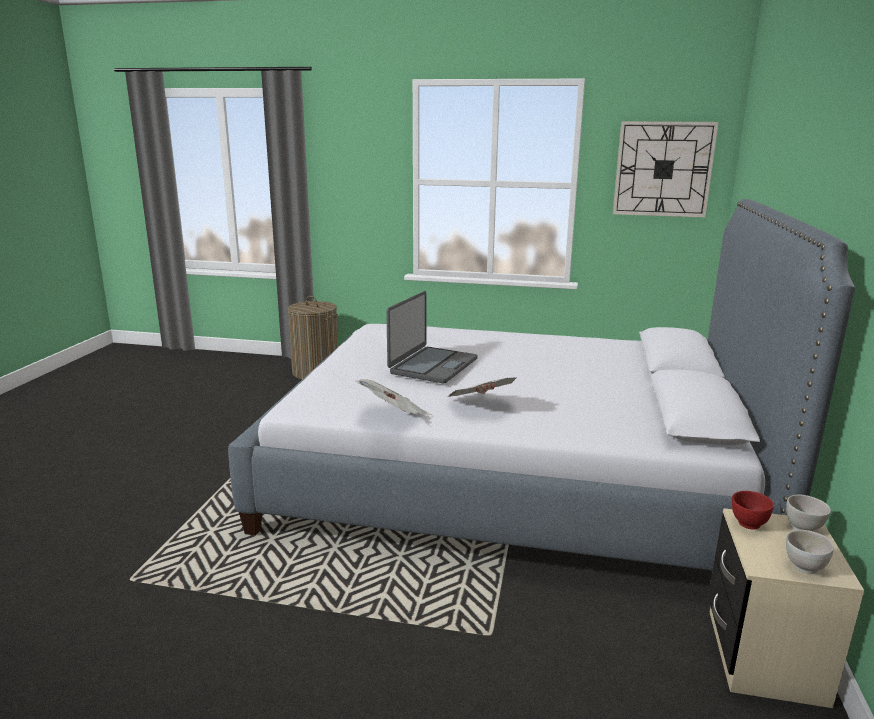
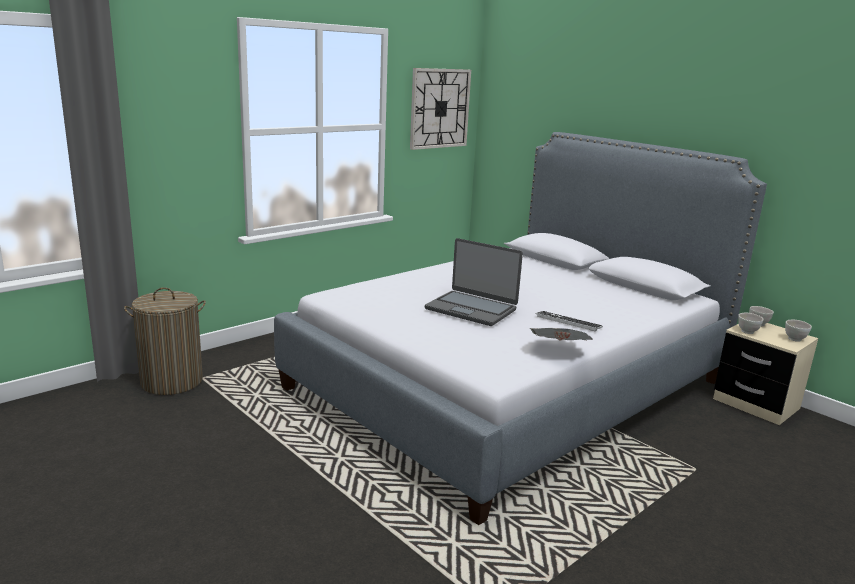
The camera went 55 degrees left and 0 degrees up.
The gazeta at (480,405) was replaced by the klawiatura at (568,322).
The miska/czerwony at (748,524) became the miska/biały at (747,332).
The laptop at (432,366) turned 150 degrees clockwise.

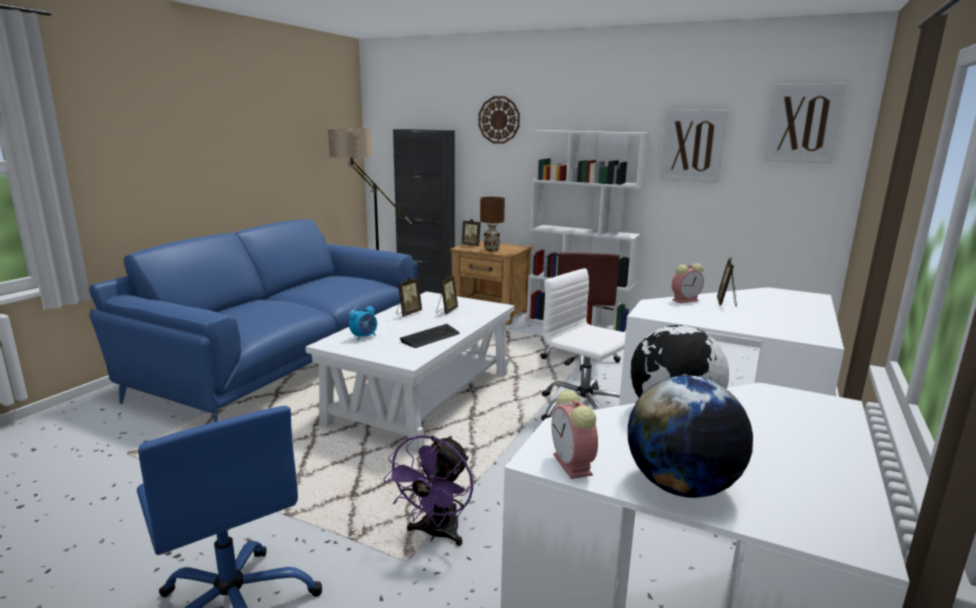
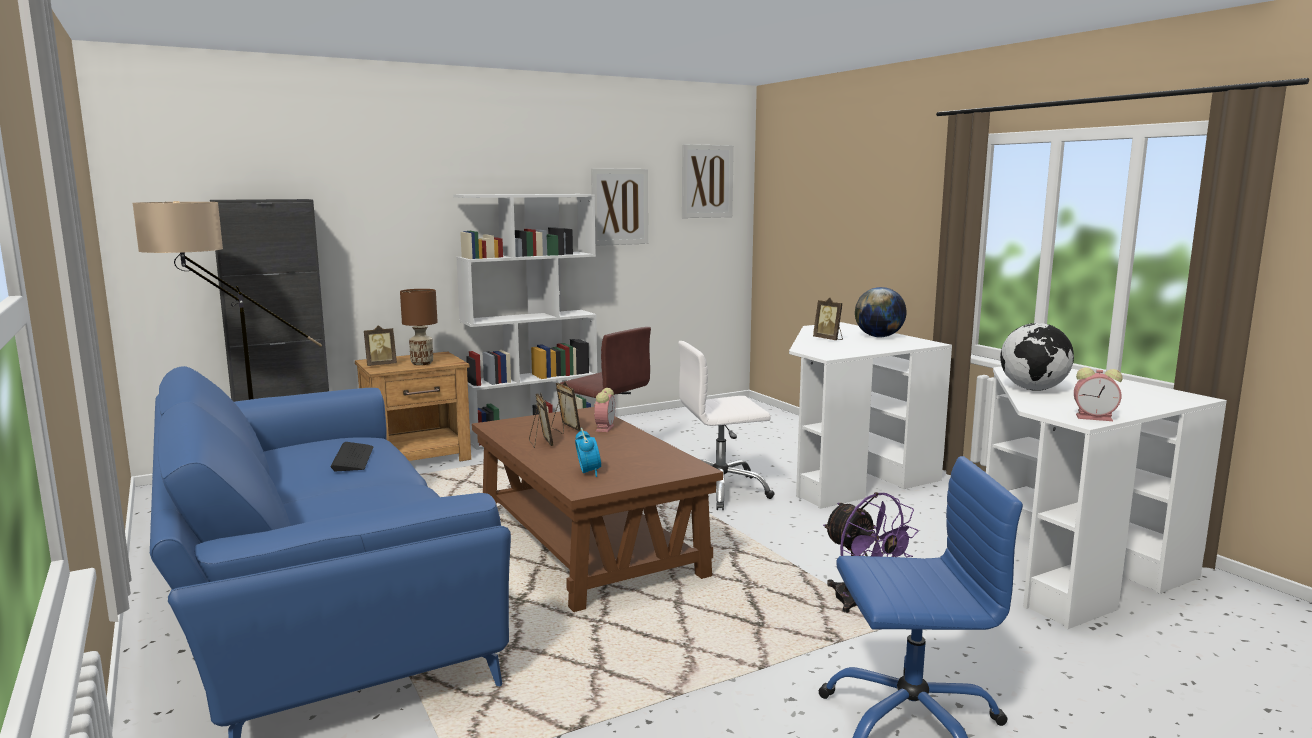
The camera went 55 degrees left and 5 degrees down.
The zegar ścienny at (499,120) disappeared.
The klawiatura moved from (430,337) to (353,458).
The globus moved from (681,486) to (879,337).
The budzik moved from (686,300) to (604,428).
The ława/biały at (422,397) became the ława/brązowy at (586,545).

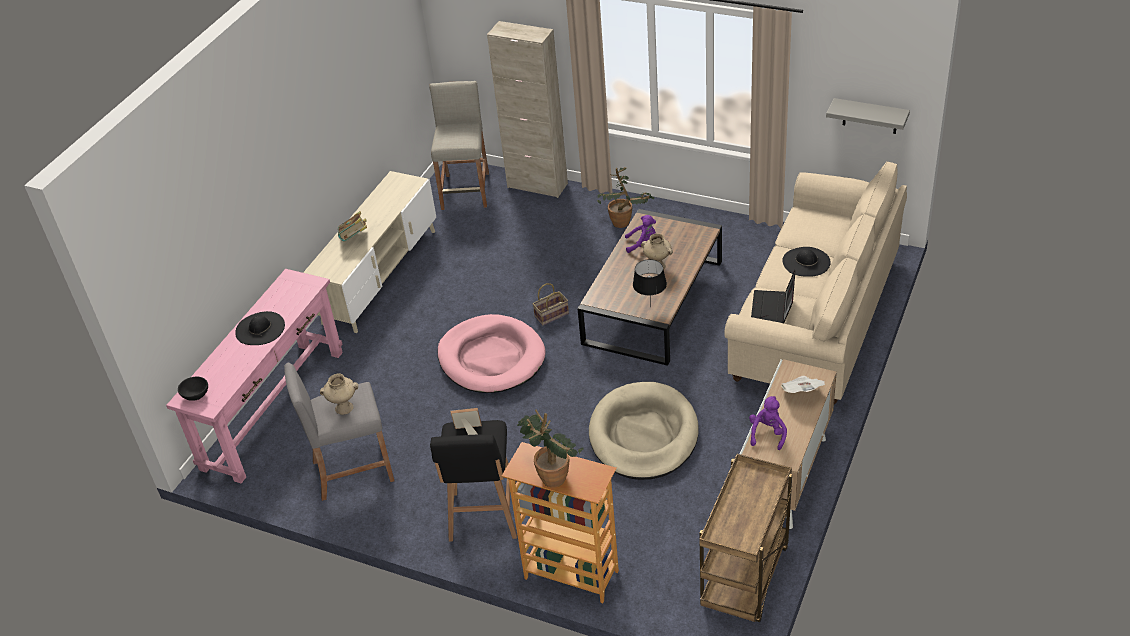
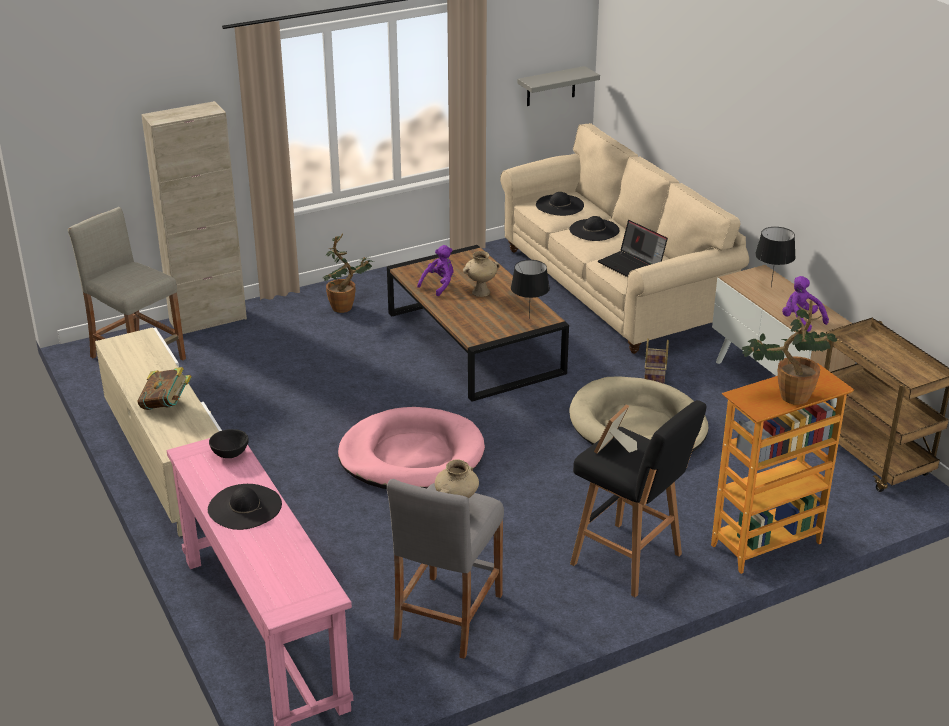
The camera went 55 degrees left and 10 degrees down.
The kapelusz/czarny at (559,205) appeared.
The miska/czarny moved from (196,395) to (229,454).
The koszyk moved from (551,316) to (655,378).
The gazeta at (802,392) was replaced by the lampa stołowa/czarny at (770,287).

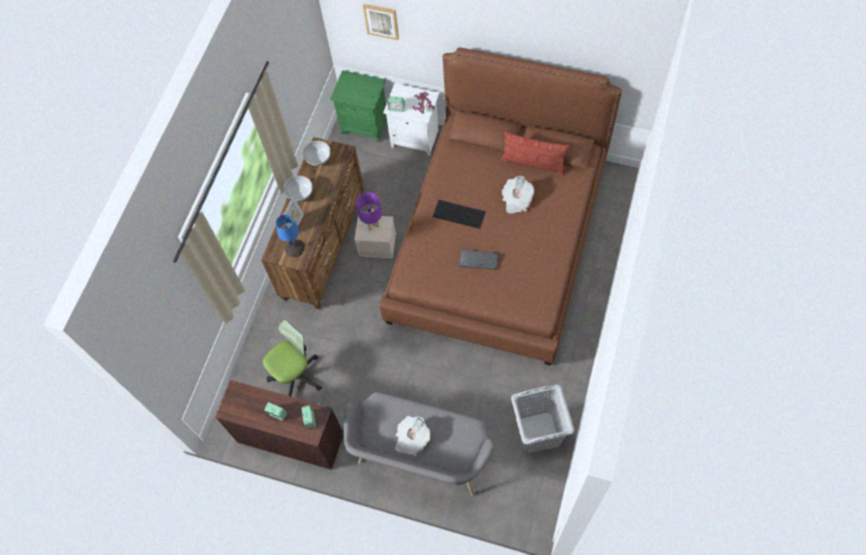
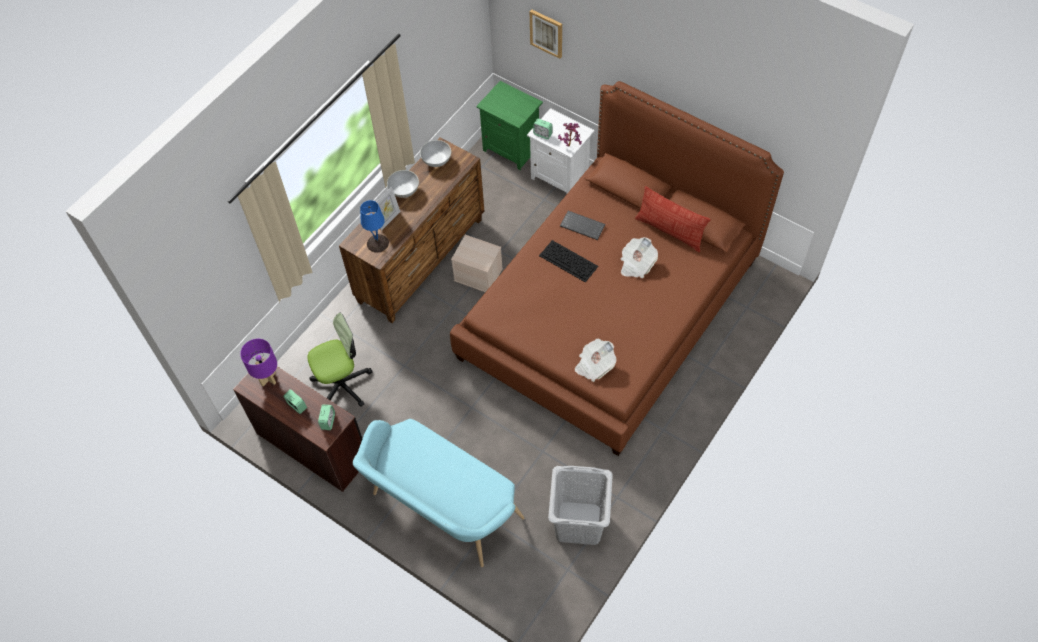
The camera went 15 degrees right and 5 degrees down.
The lampa stołowa/fioletowy moved from (372,225) to (268,379).
The gazeta moved from (411,439) to (594,365).
The klawiatura moved from (479,259) to (583,225).
The ławka/szary at (421,458) became the ławka/turkusowy at (441,509).

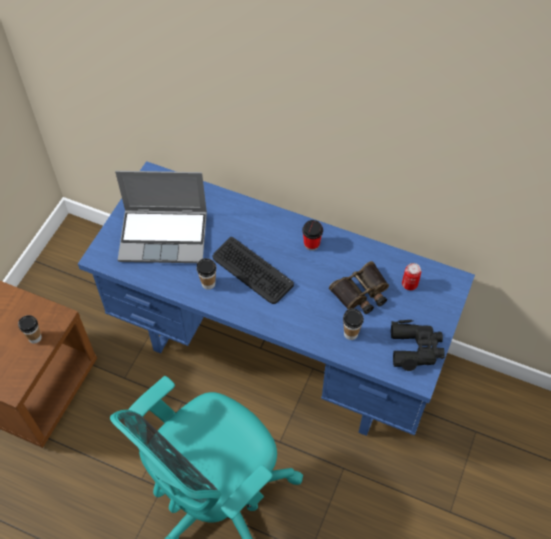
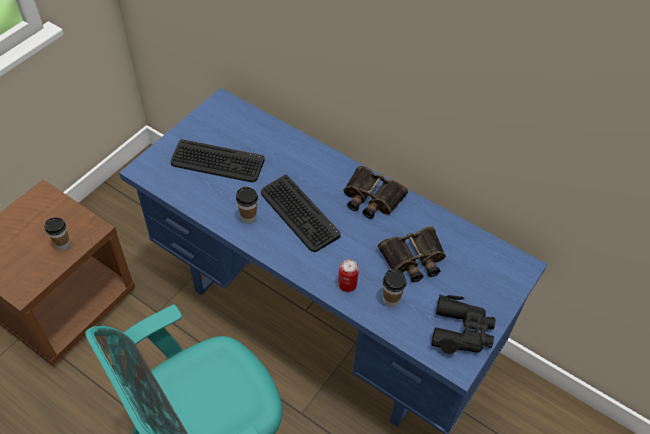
The camera went 10 degrees right and 5 degrees down.
The puszka moved from (409,284) to (347,285).
The laptop at (165,236) was replaced by the klawiatura at (217,162).
The filiżanka at (311,244) was replaced by the lornetka at (371,198).

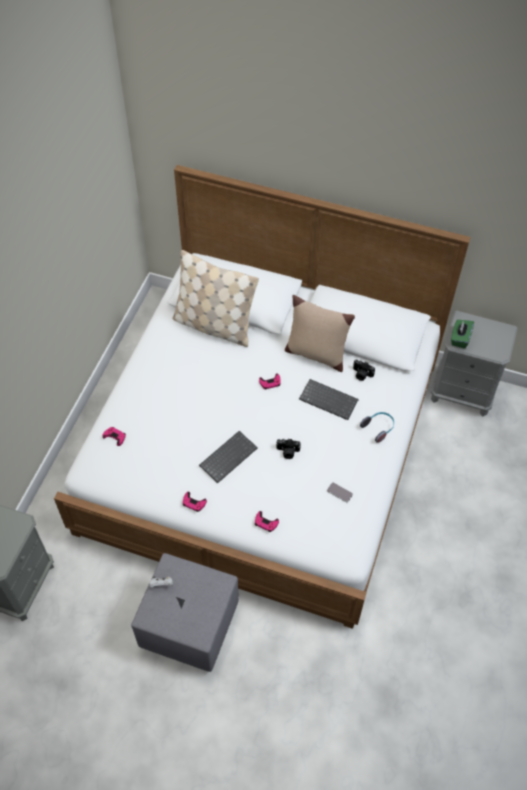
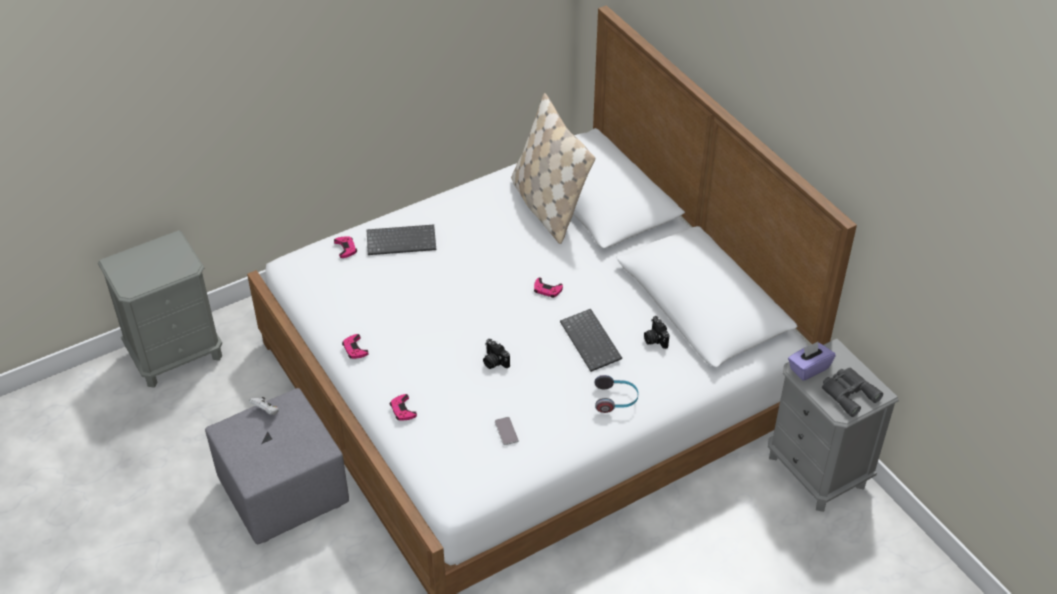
The camera went 40 degrees right and 10 degrees down.
The poduszka/beżowy at (315,353) disappeared.
The lornetka/szary at (848,393) appeared.
The klawiatura moved from (228,456) to (402,240).
The pudełko chusteczek/zielony at (460,338) became the pudełko chusteczek/fioletowy at (808,368).

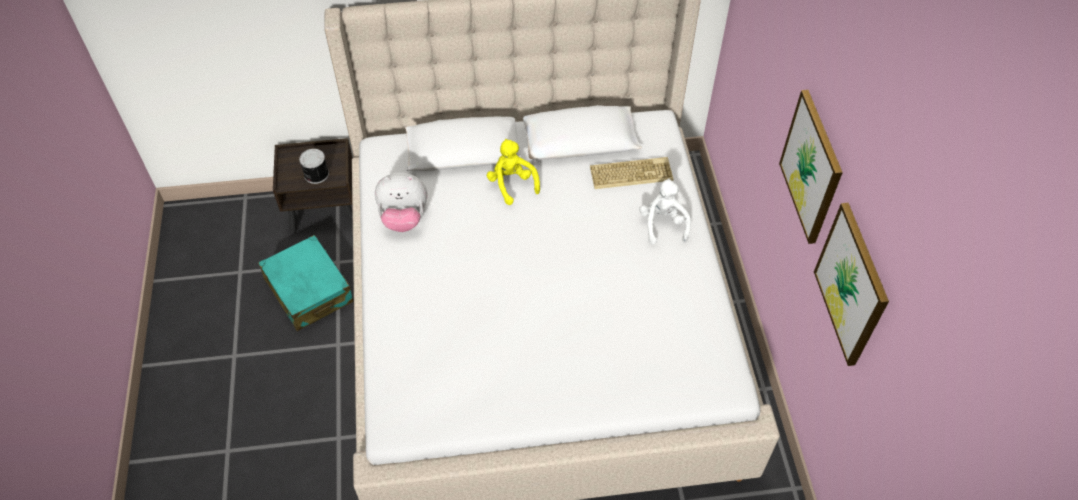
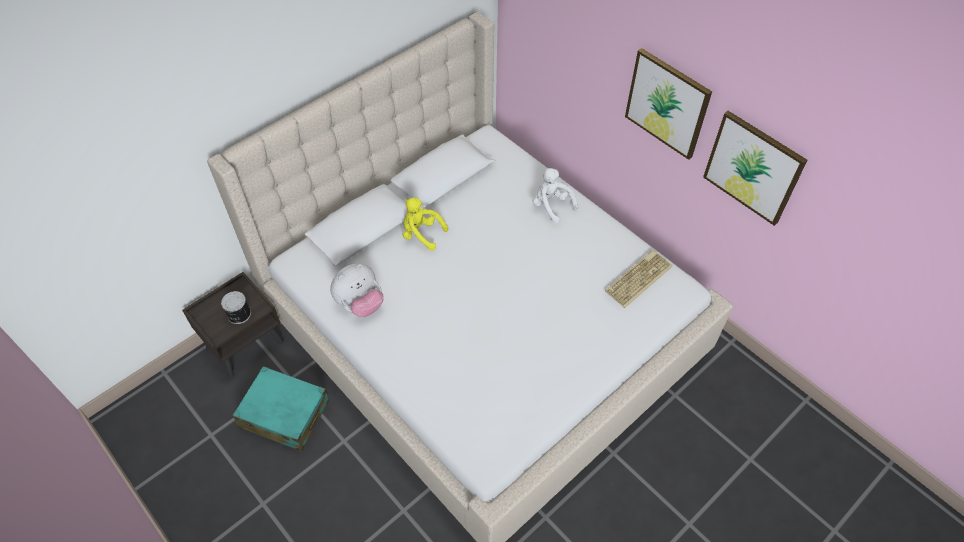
The camera went 35 degrees left and 0 degrees up.
The klawiatura moved from (631,173) to (638,278).

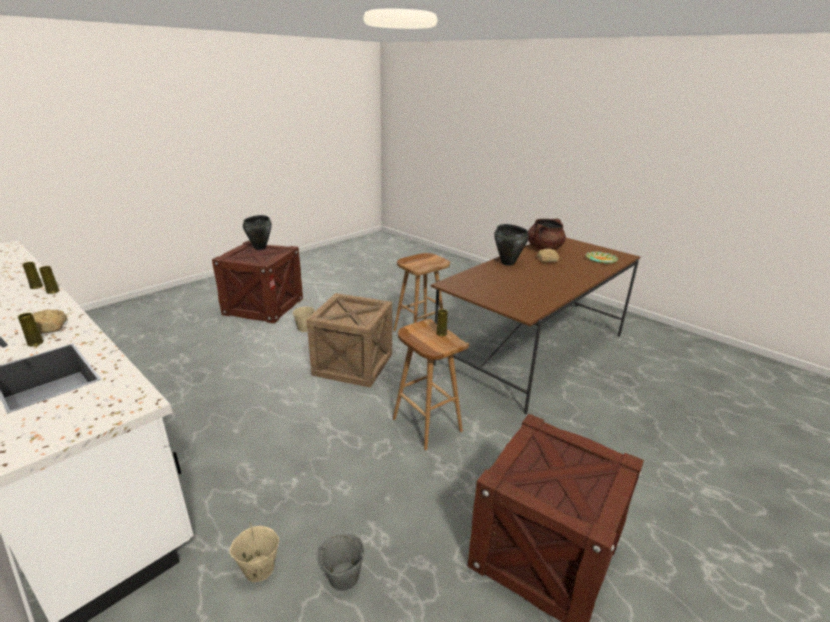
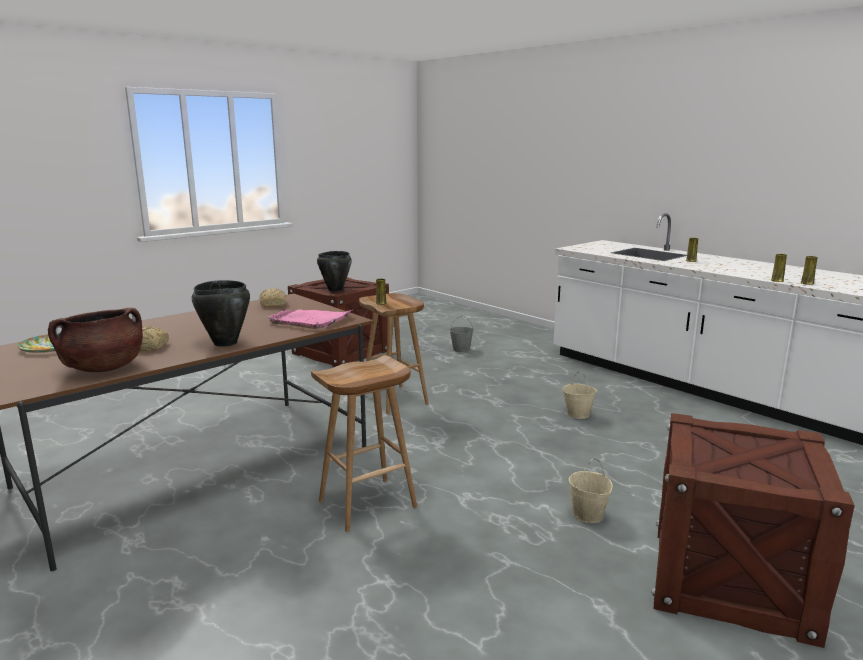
The camera went 175 degrees left and 10 degrees down.
The skrzynka at (353,364) disappeared.
The taca/różowy at (310,320) appeared.
The chleb moved from (48,328) to (273,304).
The wiadro/beżowy moved from (258,568) to (578,414).
The garnek/czarny moved from (260,248) to (335,290).

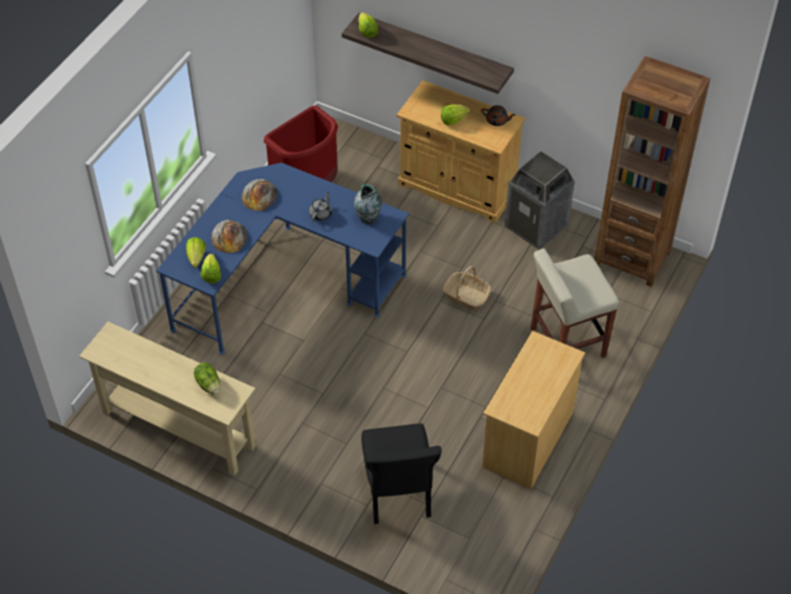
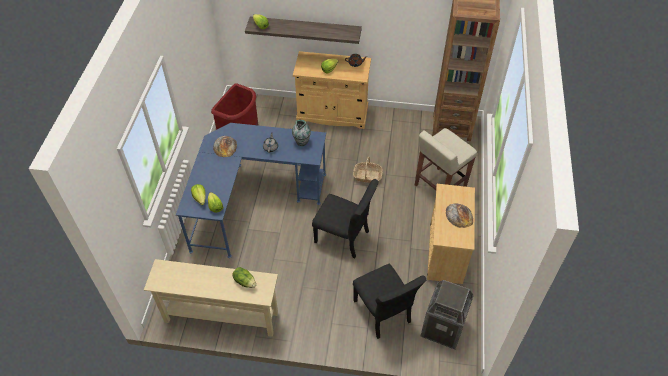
The camera went 20 degrees left and 0 degrees up.
The krzesło/czarny at (344,238) appeared.
The chleb moved from (229,236) to (459,215).
The kosz na śmieci moved from (536,226) to (443,328).

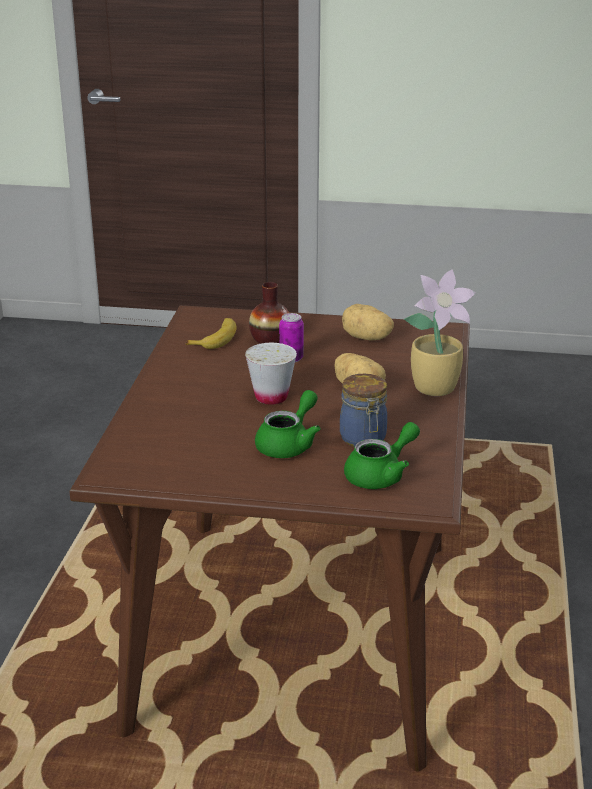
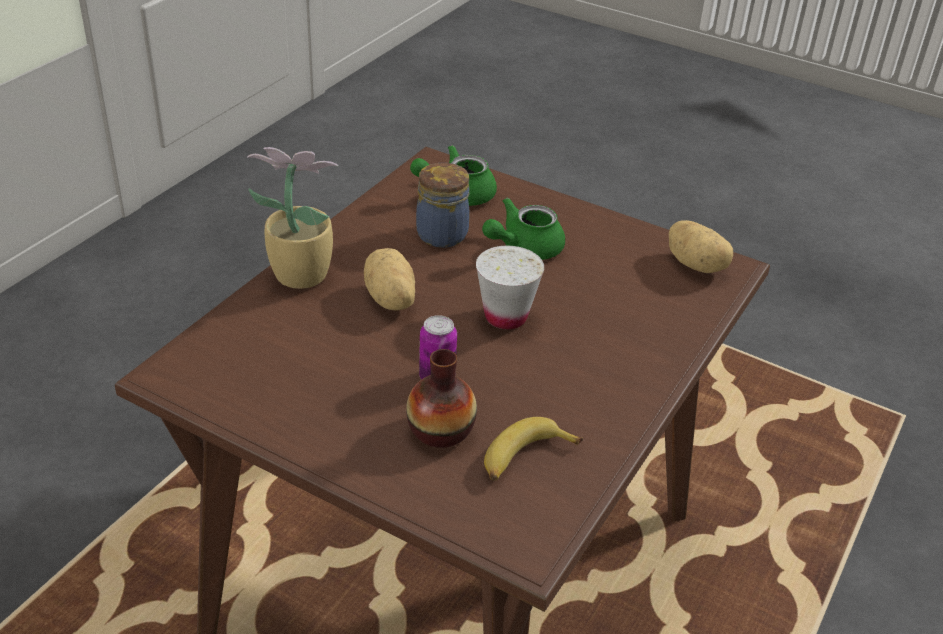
The camera went 160 degrees left and 10 degrees up.
The ziemniak moved from (366,338) to (696,265).

